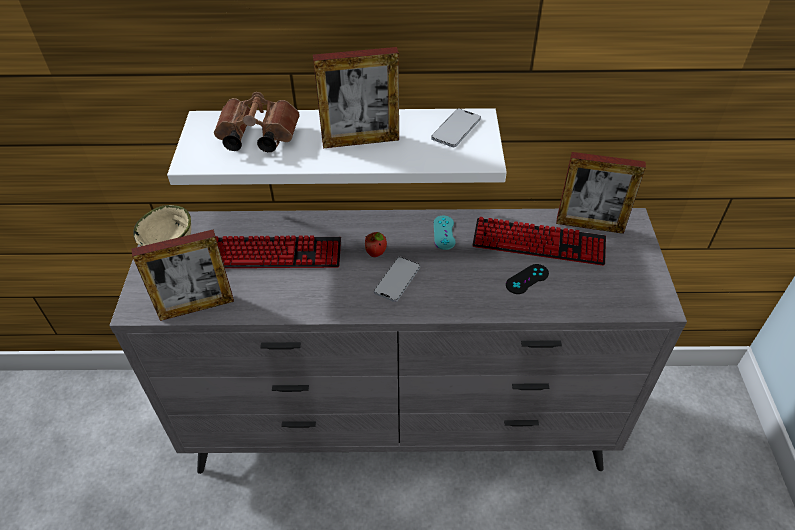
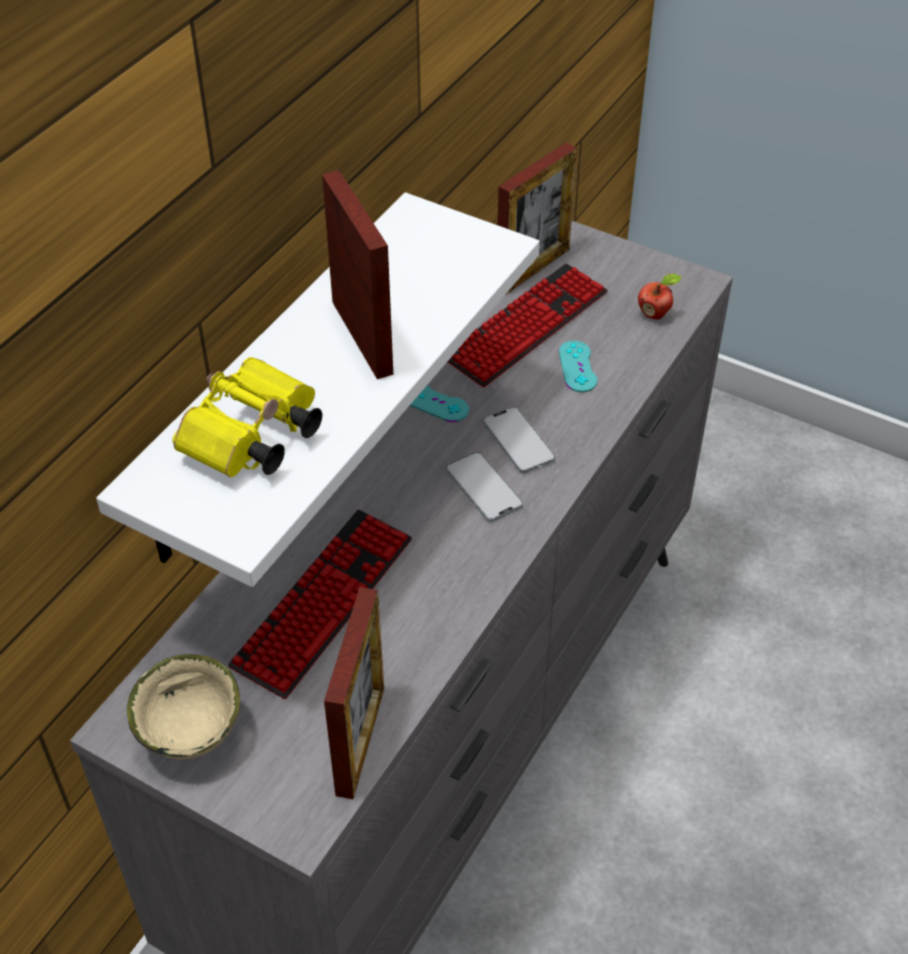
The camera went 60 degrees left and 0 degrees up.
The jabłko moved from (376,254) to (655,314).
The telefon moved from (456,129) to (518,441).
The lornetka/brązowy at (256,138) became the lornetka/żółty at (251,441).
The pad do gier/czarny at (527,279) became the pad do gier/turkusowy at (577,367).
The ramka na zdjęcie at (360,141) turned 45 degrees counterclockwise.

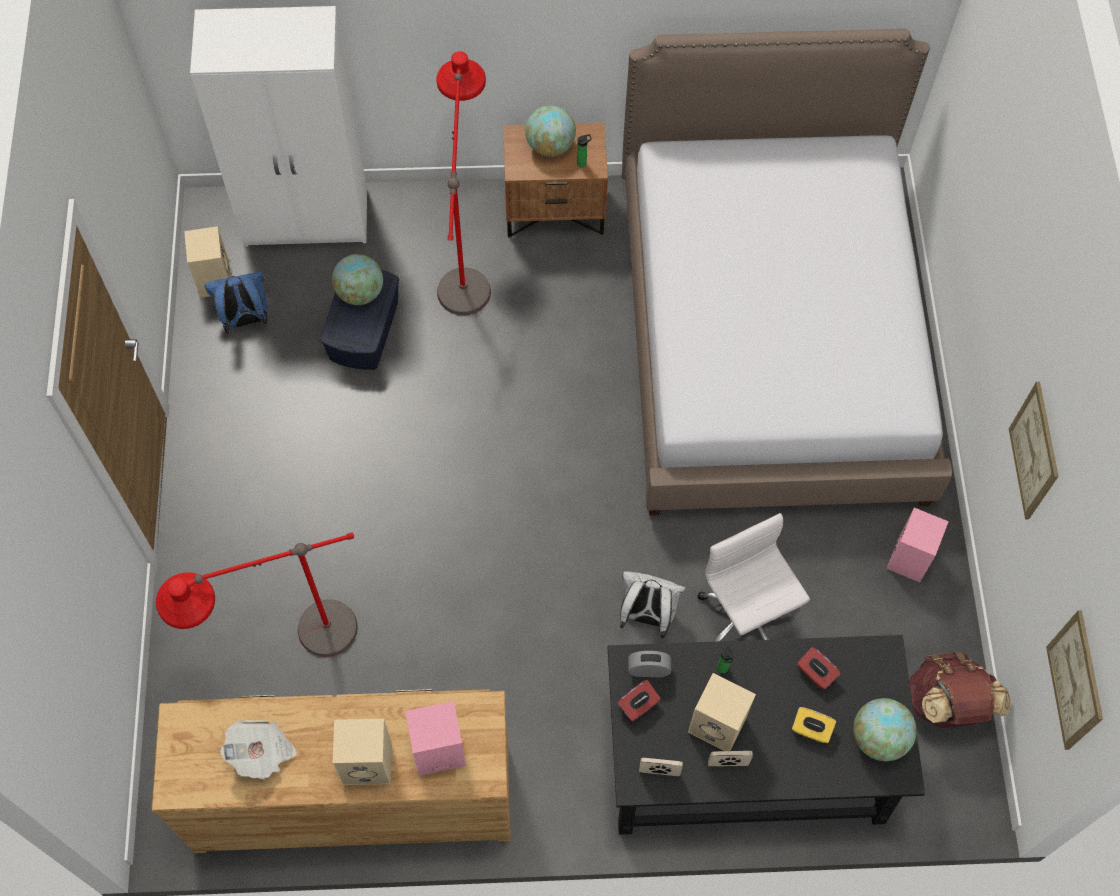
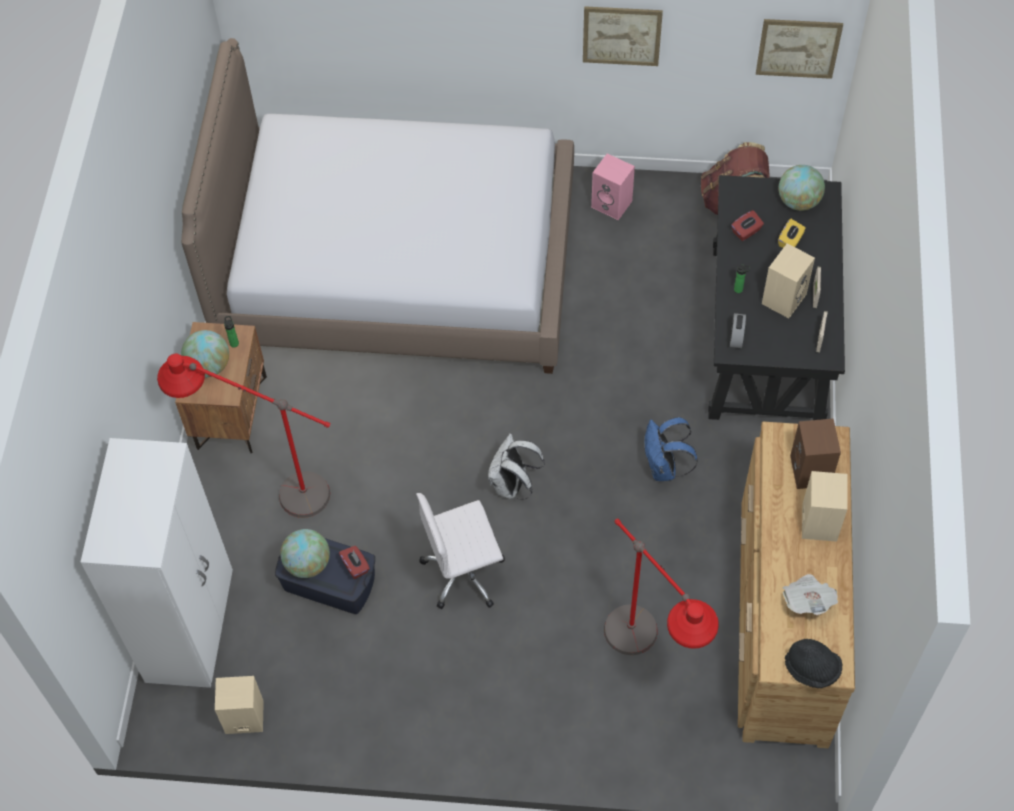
The camera went 80 degrees left and 5 degrees down.
The kapelusz/czarny at (812,669) appeared.
The plecak/niebieski moved from (246,319) to (664,468).
The pudełko chusteczek/czerwony moved from (638,705) to (355,566).
The plecak/biały moved from (647,616) to (512,485).
The krzesło biurowe/biały moved from (746,617) to (464,573).
The głośnik/różowy at (437,751) became the głośnik/brązowy at (811,471).

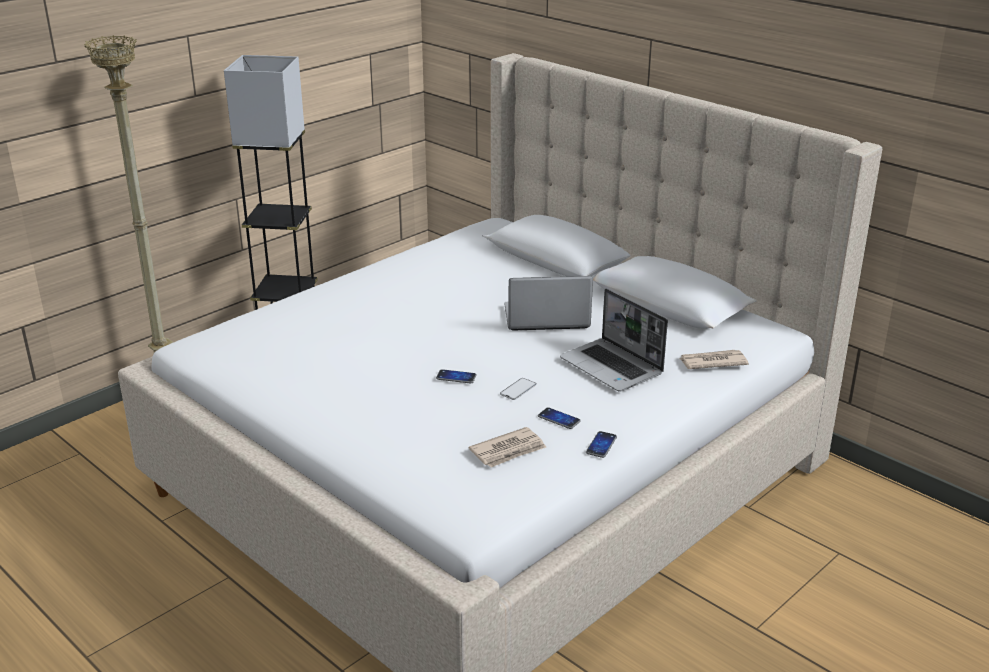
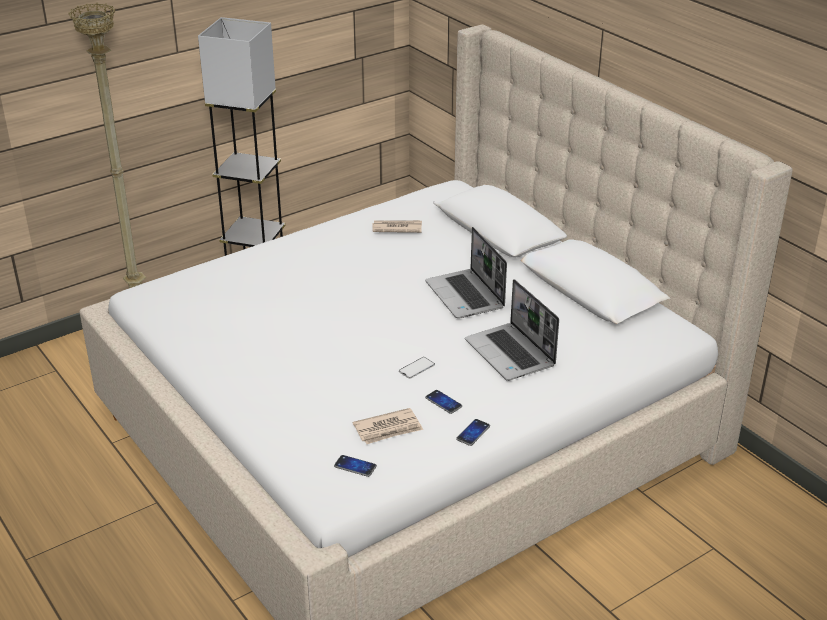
The camera went 10 degrees right and 5 degrees up.
The telefon moved from (456,377) to (355,466).
The gazeta moved from (712,362) to (396,228).
The laptop at (545,318) turned 120 degrees counterclockwise.

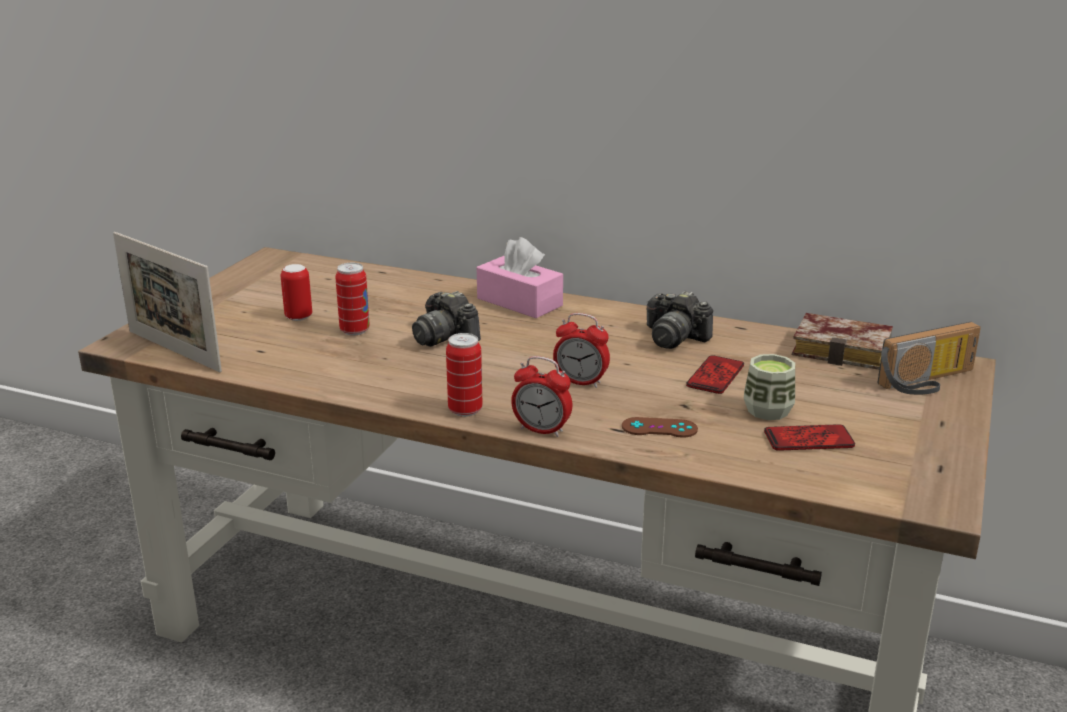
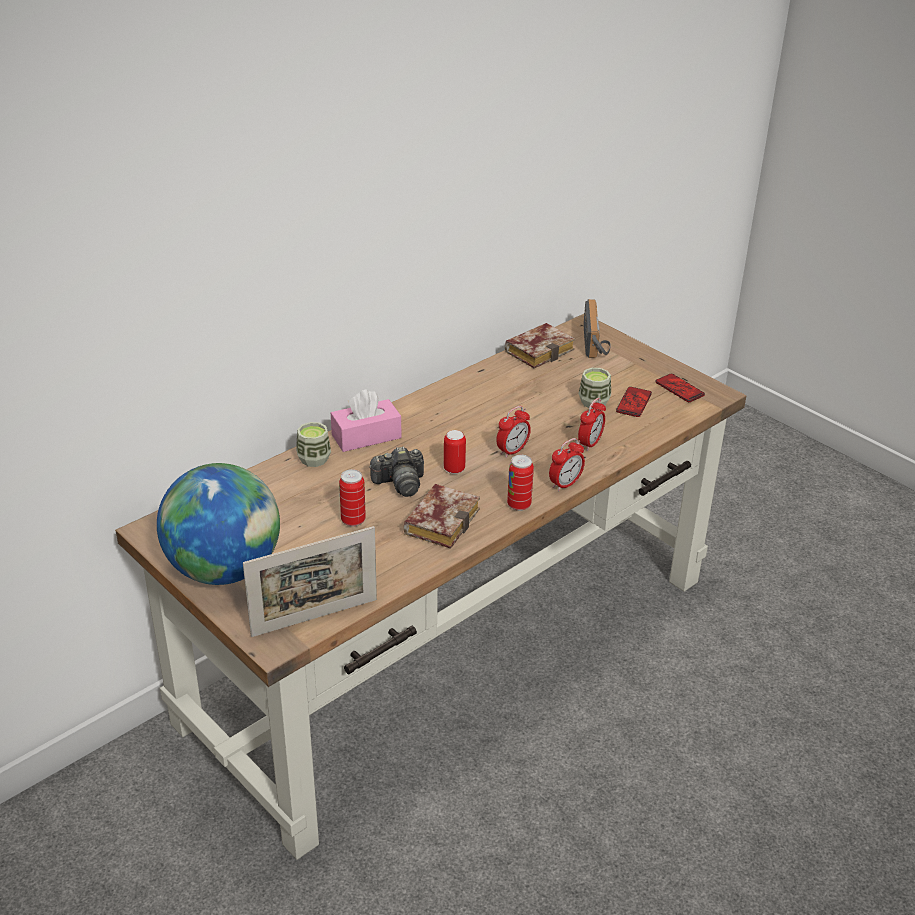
The camera went 65 degrees left and 10 degrees up.
The aparat fotograficzny at (674,338) disappeared.
The globus at (224,570) appeared.
The filiżanka at (314,459) appeared.
The książka at (441,520) appeared.
The puszka moved from (298,317) to (454,469).
The telefon moved from (715,376) to (679,389).
The pad do gier/brązowy at (659,428) was replaced by the budzik at (590,443).

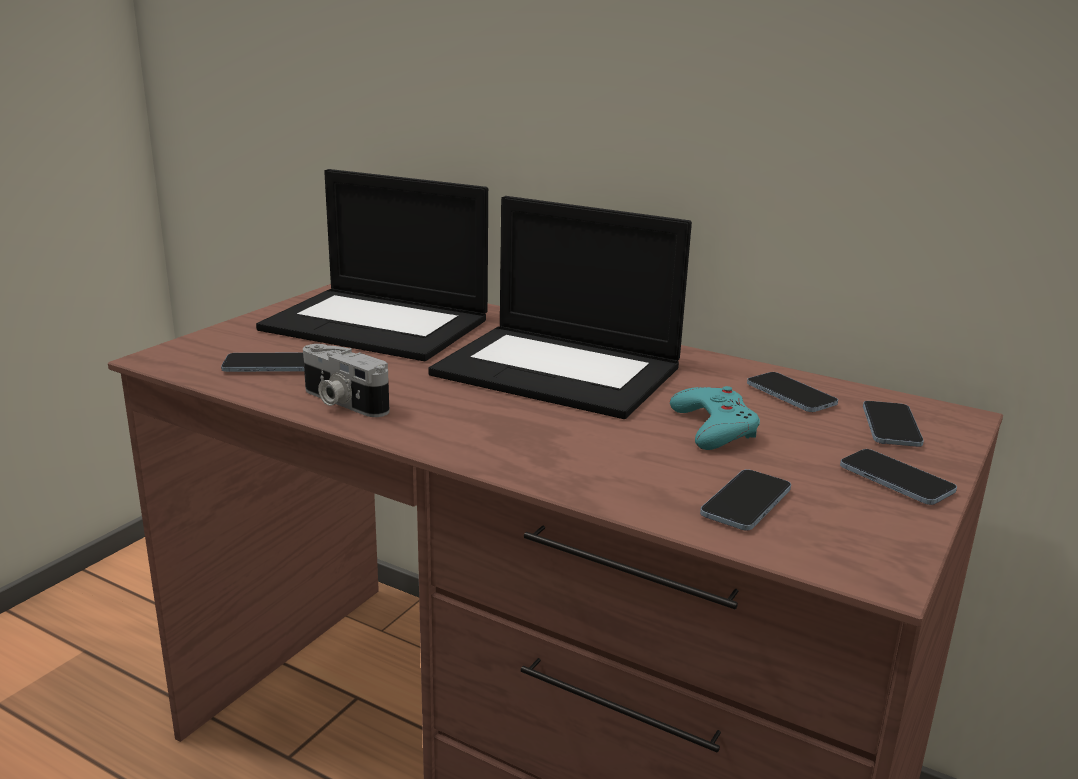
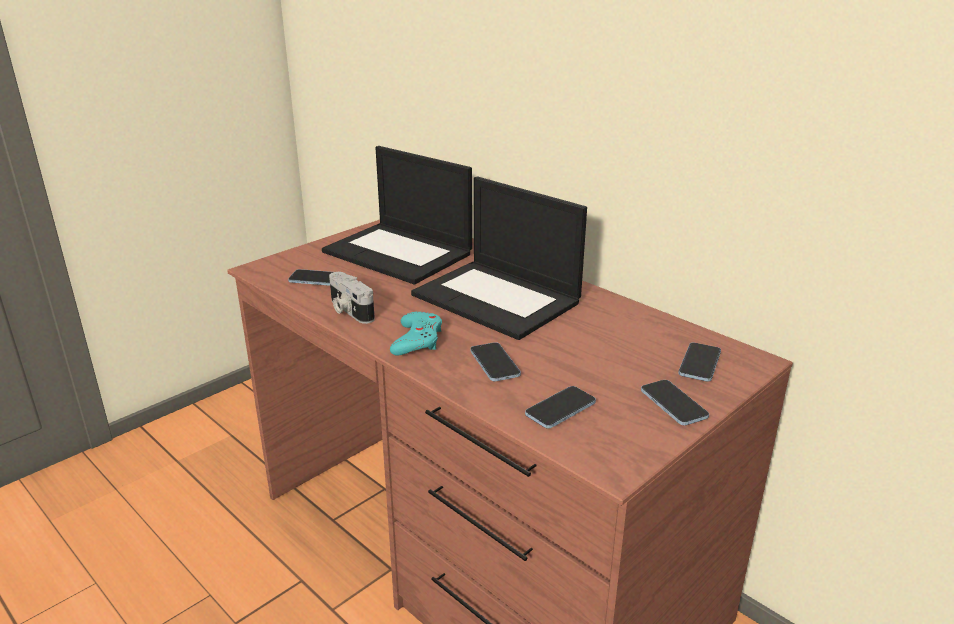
The camera went 15 degrees right and 5 degrees up.
The pad do gier/turkusowy moved from (714,427) to (417,339).
The telefon moved from (790,395) to (494,364).

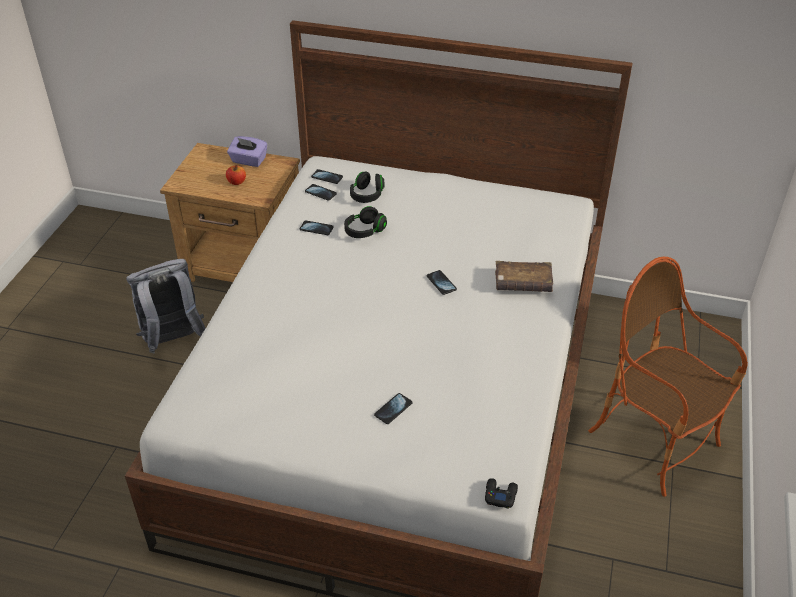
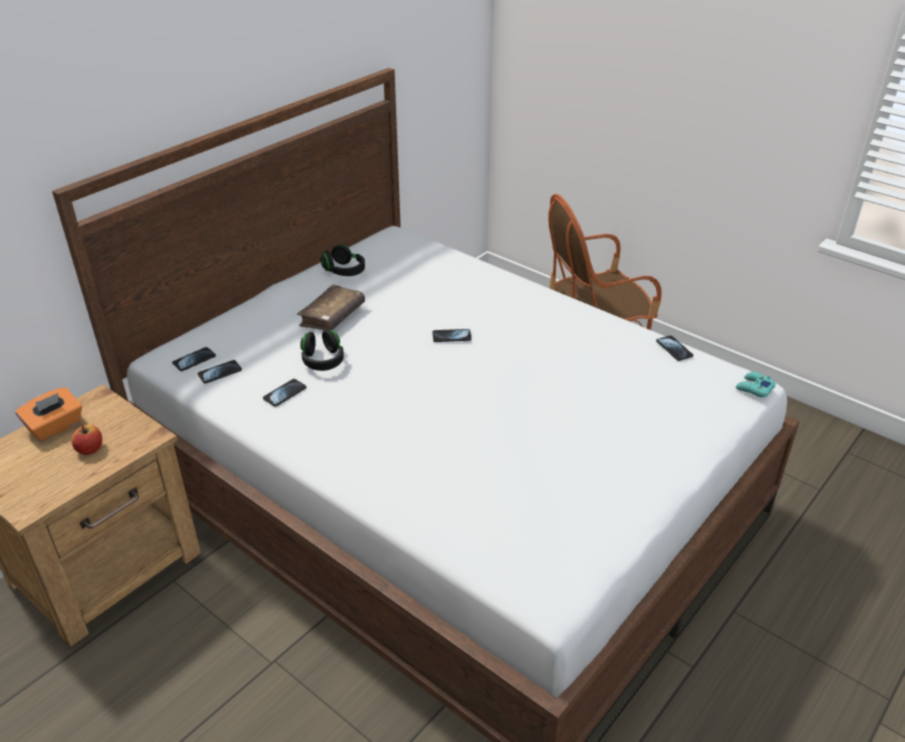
The camera went 65 degrees left and 5 degrees down.
The plecak/szary at (173,341) disappeared.
The słuchawki/czarny moved from (367,195) to (344,271).
The telefon moved from (393,409) to (674,349).
The książka/brązowy moved from (523,283) to (332,316).
The pudełko chusteczek/fioletowy at (248,161) became the pudełko chusteczek/pomarańczowy at (55,427).
The pad do gier/czarny at (500,495) became the pad do gier/turkusowy at (754,388).

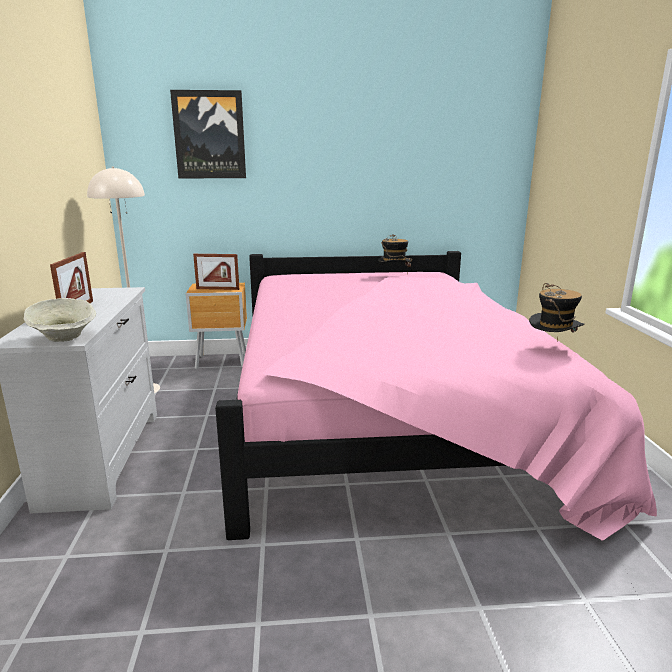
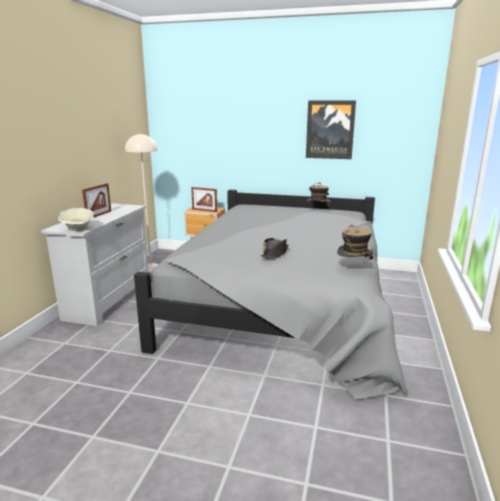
The camera went 20 degrees right and 0 degrees up.
The kapelusz/czarny at (275,254) appeared.
The obraz moved from (209,135) to (330,129).
The łóżko/różowy at (390,417) became the łóżko/szary at (284,306).

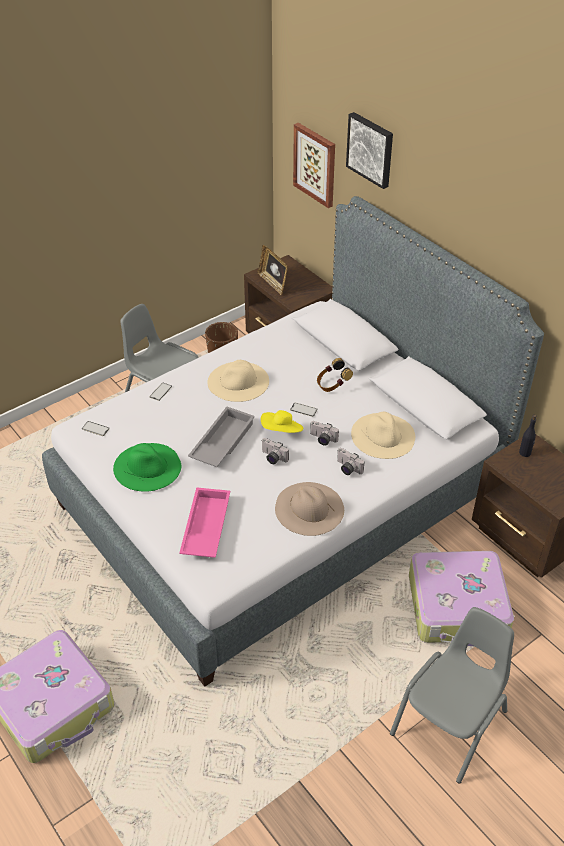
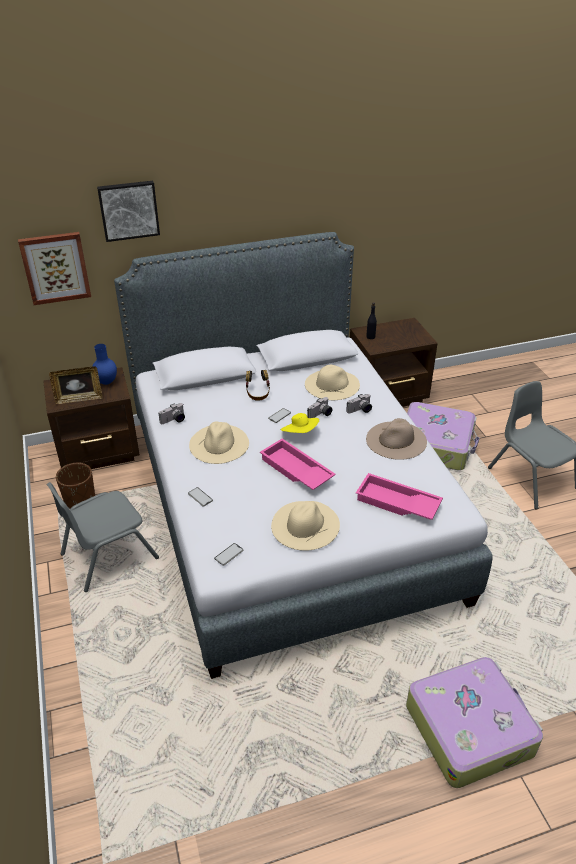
The camera went 70 degrees left and 5 degrees down.
The wazon/niebieski at (107,382) appeared.
The aparat fotograficzny moved from (272,458) to (174,420).
The kapelusz/zielony at (147,466) became the kapelusz/beżowy at (305,525).
The taca/szary at (221,442) became the taca/różowy at (295,470).

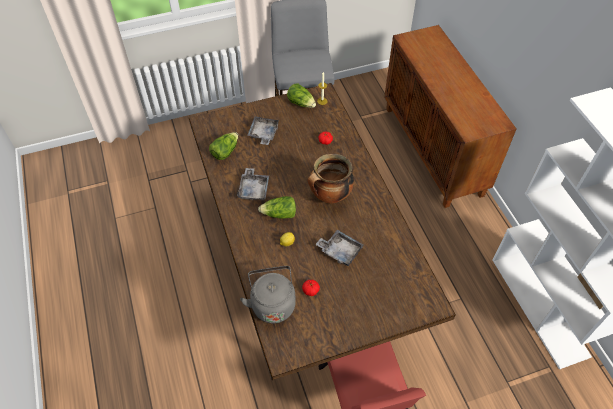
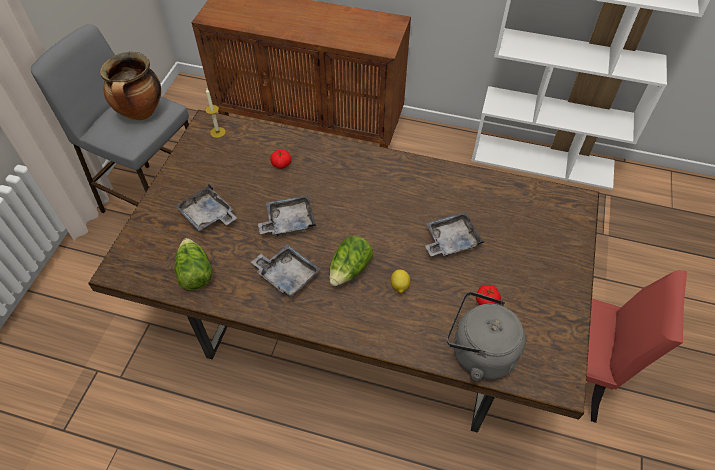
The camera went 55 degrees left and 0 degrees up.
The sałata at (301,103) disappeared.
The taca/szary at (288,221) appeared.
The garnek moved from (330,196) to (141,113).

